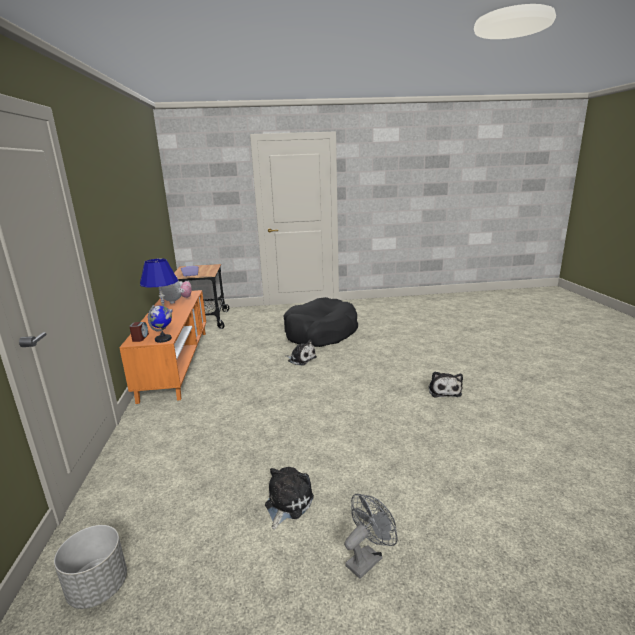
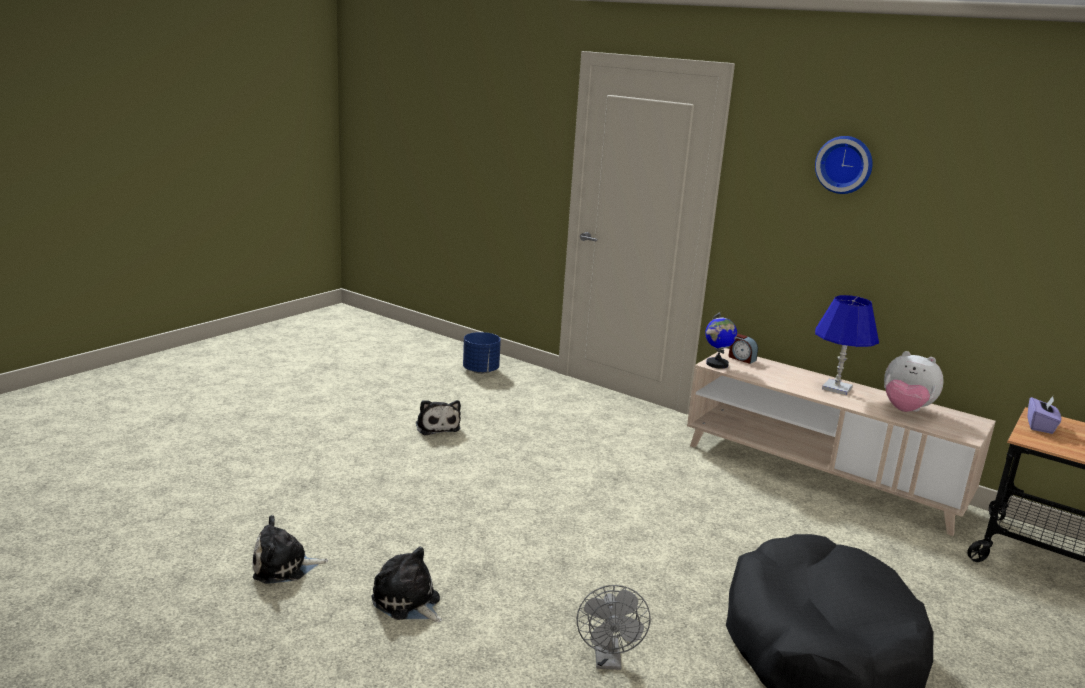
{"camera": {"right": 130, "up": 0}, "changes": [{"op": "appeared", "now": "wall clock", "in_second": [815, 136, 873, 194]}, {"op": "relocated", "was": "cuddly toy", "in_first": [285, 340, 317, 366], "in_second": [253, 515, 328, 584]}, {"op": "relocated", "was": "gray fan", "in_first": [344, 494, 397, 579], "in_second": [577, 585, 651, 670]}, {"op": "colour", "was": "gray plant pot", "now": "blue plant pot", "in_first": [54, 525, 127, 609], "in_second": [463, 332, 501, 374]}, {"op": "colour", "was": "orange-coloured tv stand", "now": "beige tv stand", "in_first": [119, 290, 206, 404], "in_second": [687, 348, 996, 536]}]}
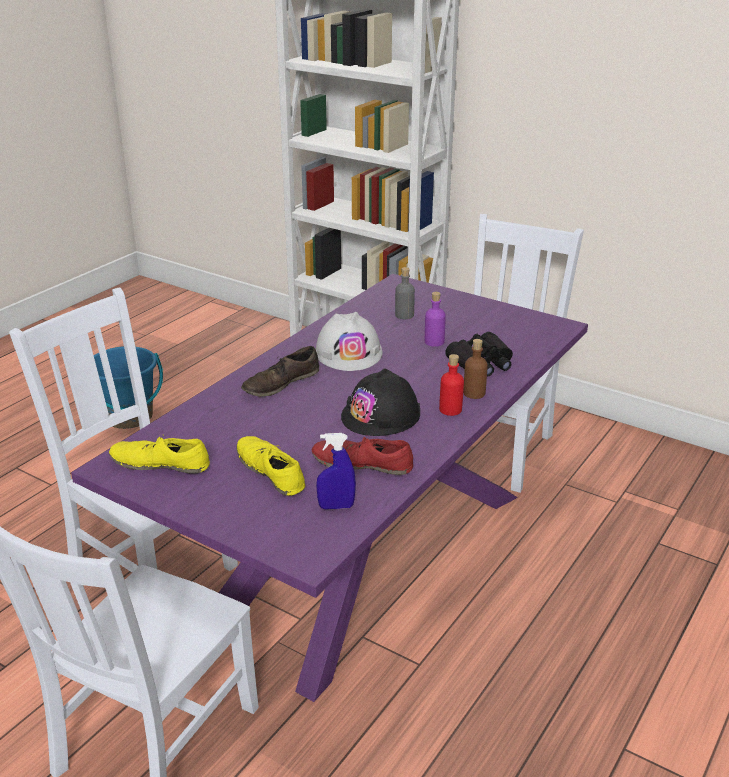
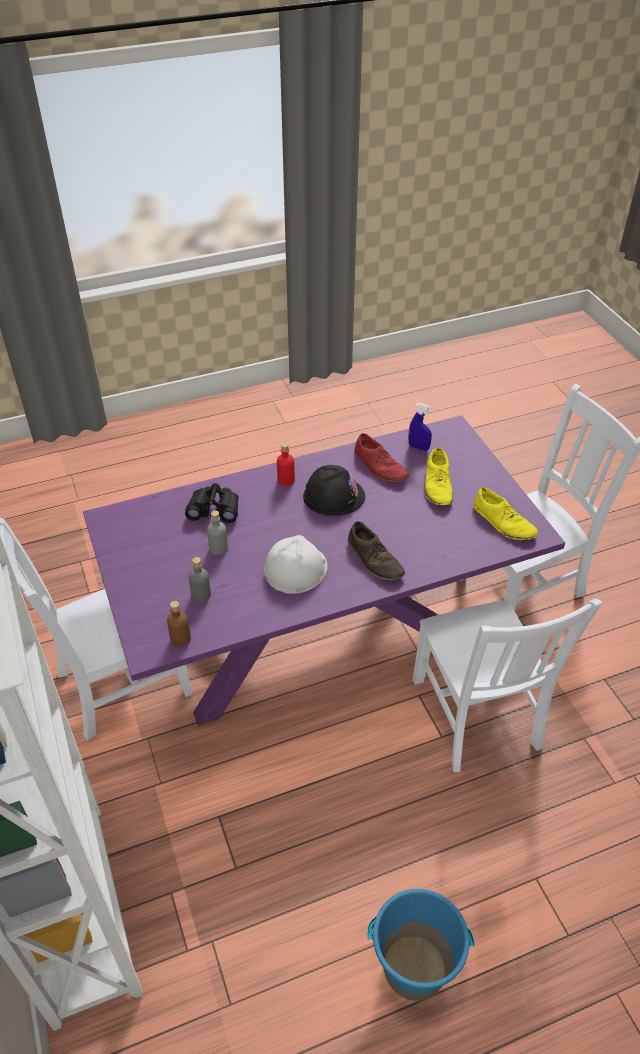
{"camera": {"right": -145, "up": 15}, "changes": [{"op": "relocated", "was": "brownish bottle", "in_first": [463, 339, 488, 399], "in_second": [167, 601, 191, 647]}, {"op": "colour", "was": "purplish bottle", "now": "gray bottle", "in_first": [425, 292, 446, 347], "in_second": [207, 510, 228, 555]}, {"op": "spun", "was": "brownish low shoe", "in_first": [241, 346, 319, 397], "in_second": [348, 521, 405, 581], "clockwise": 60}]}
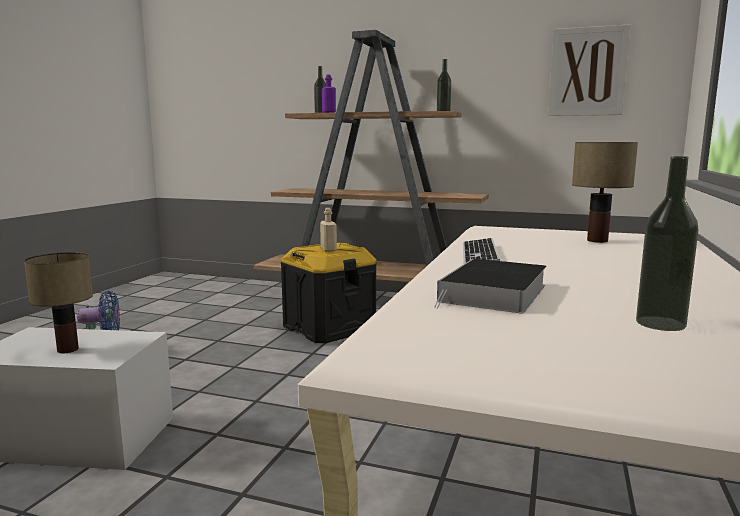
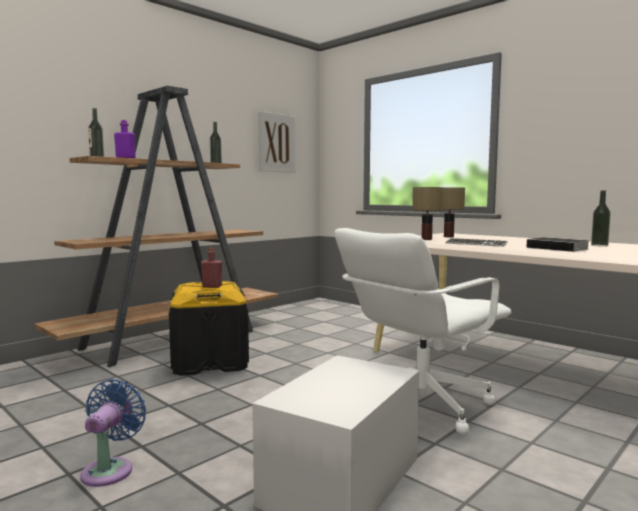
{"camera": {"right": -65, "up": -5}, "changes": [{"op": "appeared", "now": "white office chair", "in_second": [335, 228, 511, 434]}, {"op": "relocated", "was": "tabletop lamp", "in_first": [24, 252, 93, 353], "in_second": [412, 187, 444, 240]}, {"op": "colour", "was": "beige bottle", "now": "red-coloured bottle", "in_first": [320, 208, 337, 251], "in_second": [201, 248, 222, 288]}]}
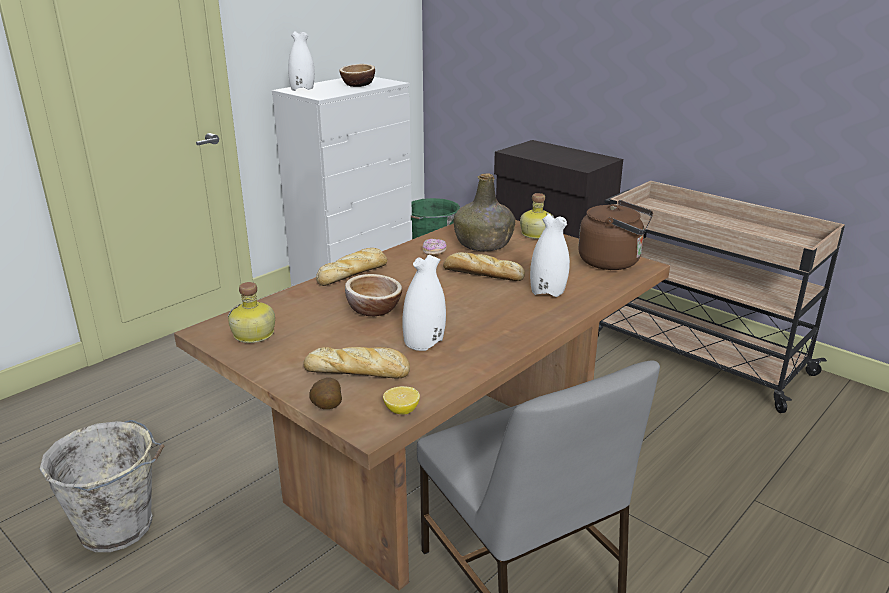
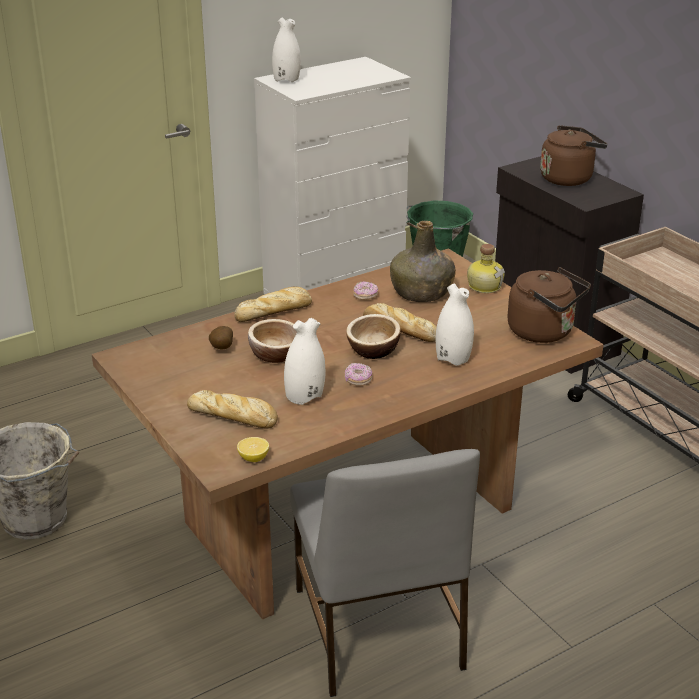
{"camera": {"right": 15, "up": 5}, "changes": [{"op": "missing", "was": "bottle", "in_first": [227, 282, 275, 343]}, {"op": "appeared", "now": "ring doughnut", "in_second": [345, 363, 372, 386]}, {"op": "appeared", "now": "brownish tea kettle", "in_second": [540, 125, 607, 186]}, {"op": "relocated", "was": "spud", "in_first": [310, 378, 342, 409], "in_second": [209, 326, 233, 349]}, {"op": "relocated", "was": "bowl", "in_first": [339, 64, 375, 87], "in_second": [346, 314, 401, 359]}]}
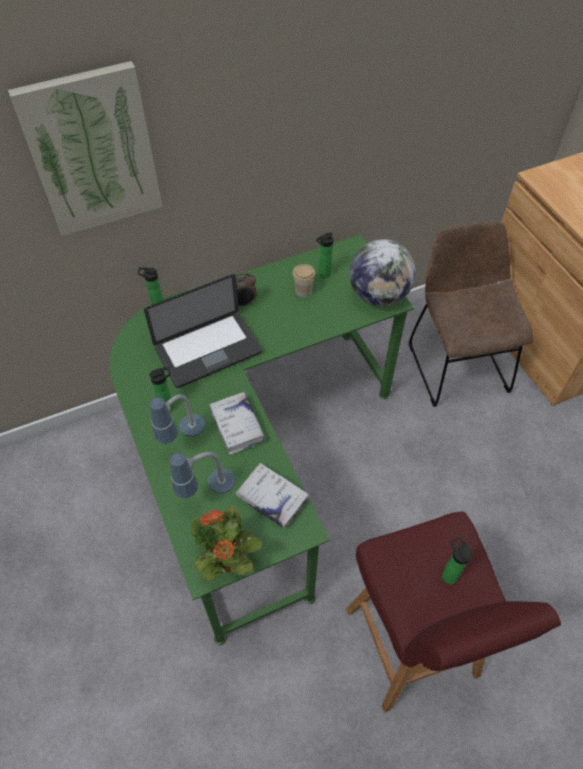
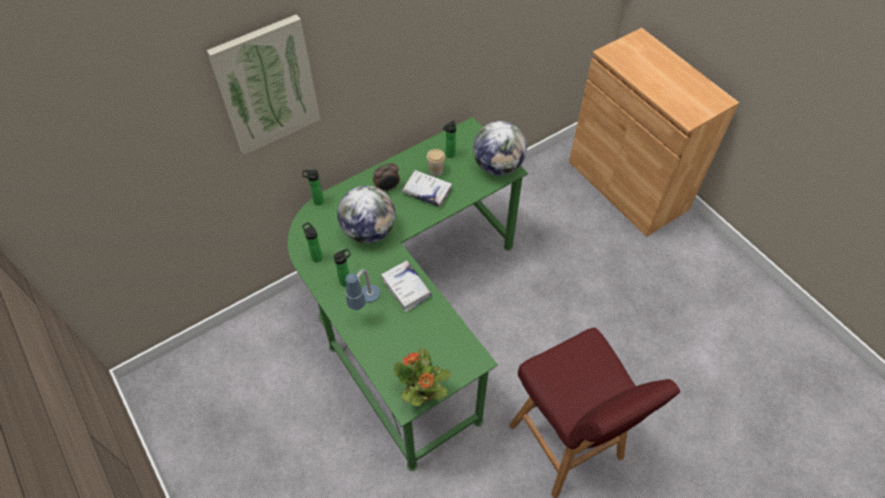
{"camera": {"right": -10, "up": 0}, "changes": [{"op": "missing", "was": "tabletop lamp", "in_first": [170, 452, 235, 498]}, {"op": "missing", "was": "brownish upright chair", "in_first": [409, 221, 534, 407]}, {"op": "relocated", "was": "white volume", "in_first": [235, 463, 309, 528], "in_second": [402, 170, 452, 207]}, {"op": "relocated", "was": "bottle", "in_first": [442, 537, 472, 584], "in_second": [302, 222, 323, 262]}, {"op": "exchanged", "was": "portable computer", "now": "world globe", "in_first": [144, 274, 262, 388], "in_second": [337, 185, 395, 243]}]}
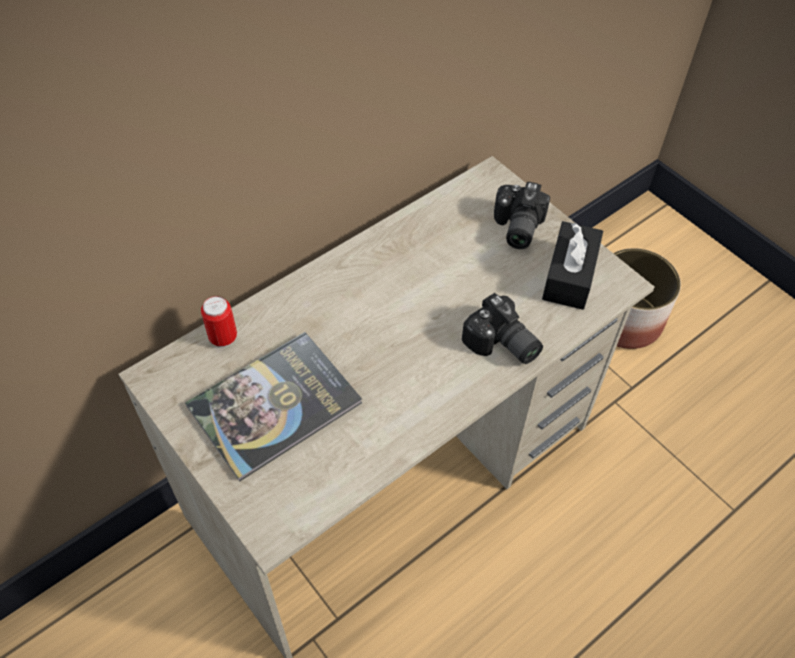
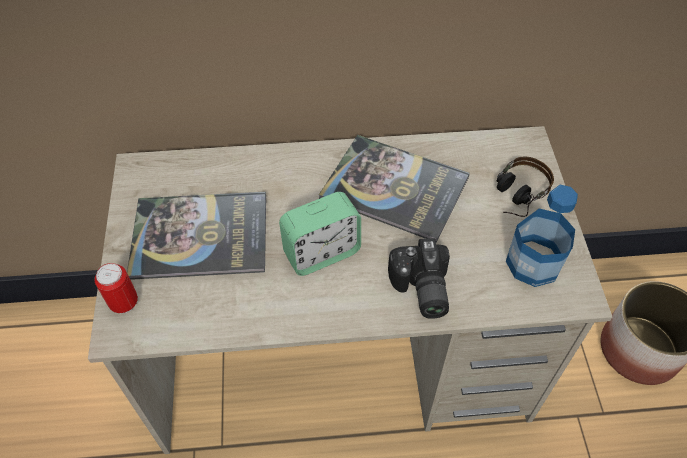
{"camera": {"right": 35, "up": 0}, "changes": [{"op": "appeared", "now": "bedside clock", "in_second": [279, 192, 361, 276]}, {"op": "appeared", "now": "volume", "in_second": [319, 135, 470, 243]}, {"op": "relocated", "was": "sealed can", "in_first": [201, 296, 237, 347], "in_second": [94, 263, 138, 313]}, {"op": "exchanged", "was": "photo camera", "now": "headset", "in_first": [494, 182, 550, 249], "in_second": [497, 156, 554, 217]}, {"op": "exchanged", "was": "blackish tissue box", "now": "bottle", "in_first": [542, 221, 603, 310], "in_second": [506, 184, 578, 287]}]}
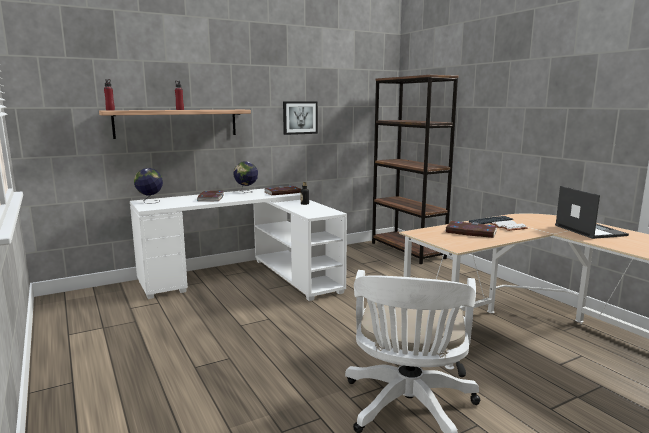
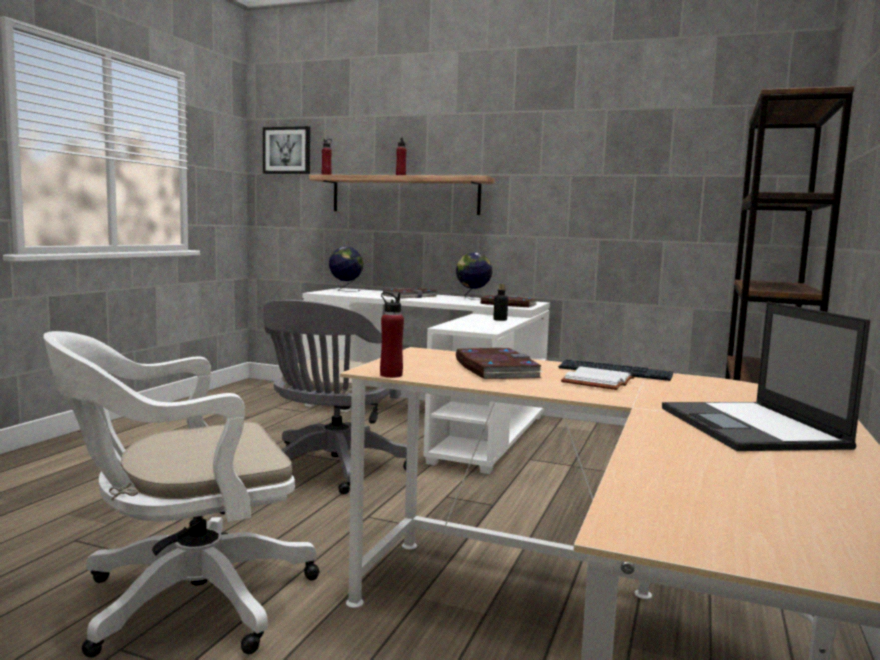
{"camera": {"right": 50, "up": -5}, "changes": [{"op": "appeared", "now": "gray office chair", "in_second": [263, 300, 407, 494]}, {"op": "appeared", "now": "red-coloured bottle", "in_second": [380, 292, 404, 378]}, {"op": "relocated", "was": "wall art", "in_first": [283, 101, 318, 135], "in_second": [263, 126, 310, 174]}, {"op": "spun", "was": "portable computer", "in_first": [555, 186, 629, 239], "in_second": [662, 302, 870, 451], "clockwise": 135}]}
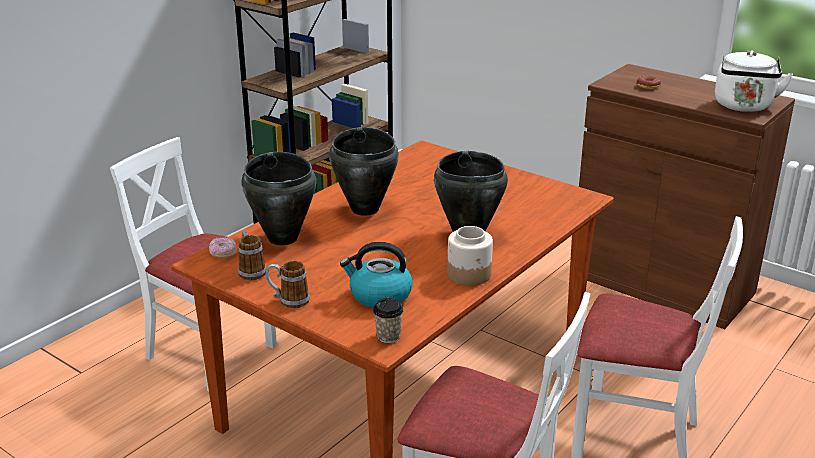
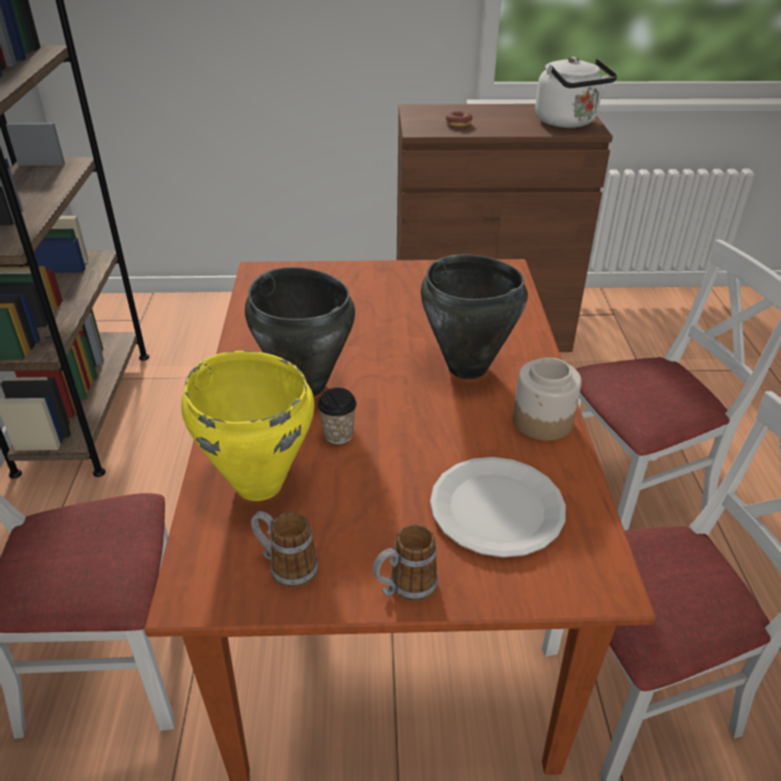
{"camera": {"right": -40, "up": 10}, "changes": [{"op": "missing", "was": "ring doughnut", "in_first": [209, 237, 237, 258]}, {"op": "relocated", "was": "small cup", "in_first": [373, 298, 404, 343], "in_second": [318, 388, 357, 444]}, {"op": "exchanged", "was": "tea kettle", "now": "white plate", "in_first": [340, 242, 413, 308], "in_second": [430, 457, 566, 557]}, {"op": "colour", "was": "blackish stockpot", "now": "yellow stockpot", "in_first": [241, 152, 316, 245], "in_second": [181, 351, 315, 501]}]}
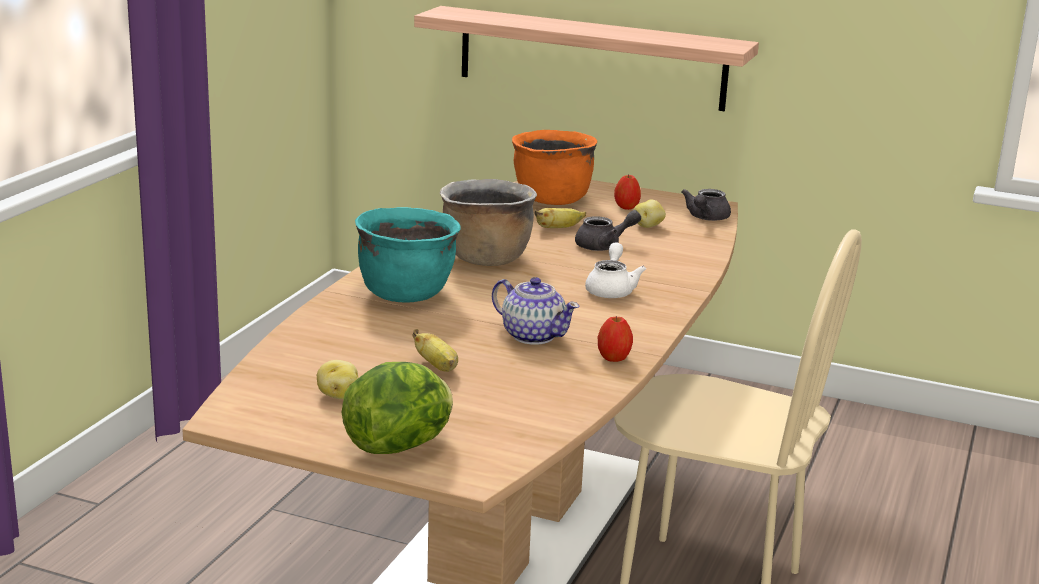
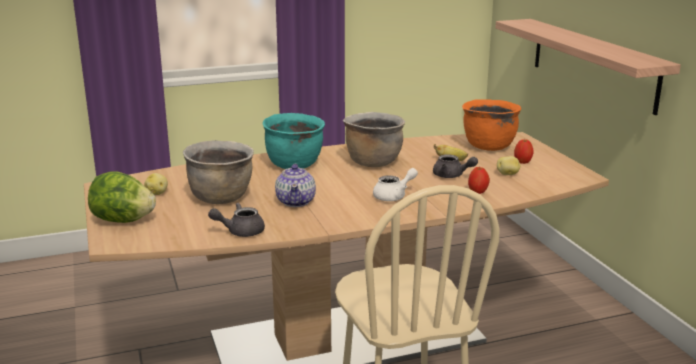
{"camera": {"right": 50, "up": 0}, "changes": [{"op": "relocated", "was": "apple fruit", "in_first": [598, 316, 633, 362], "in_second": [468, 166, 490, 194]}, {"op": "relocated", "was": "gray teapot", "in_first": [681, 189, 731, 221], "in_second": [208, 203, 265, 237]}, {"op": "exchanged", "was": "whole banana", "now": "brownish stockpot", "in_first": [413, 329, 458, 372], "in_second": [183, 140, 254, 204]}]}
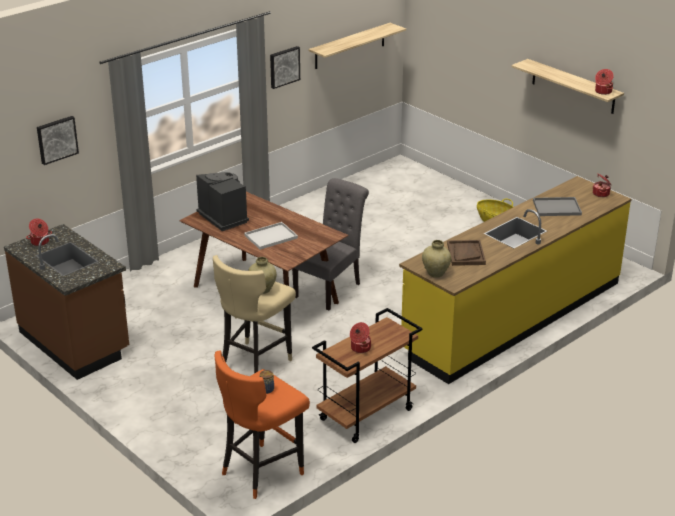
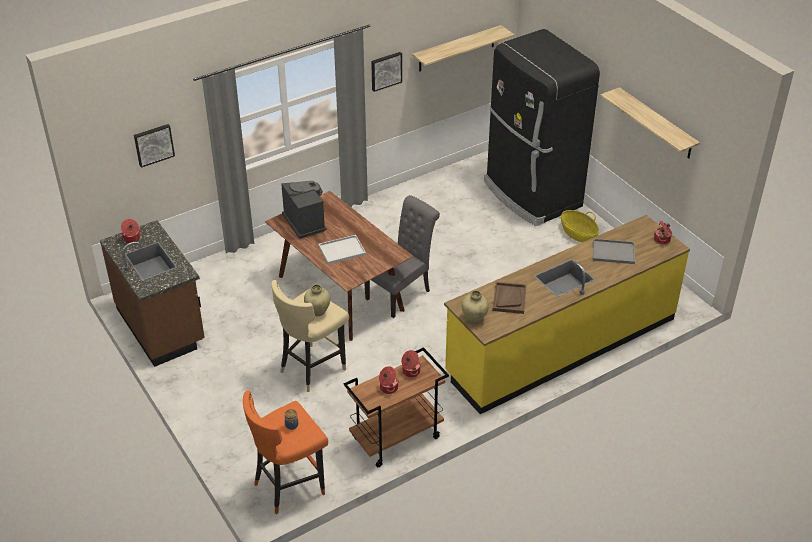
{"camera": {"right": 10, "up": 10}, "changes": [{"op": "appeared", "now": "blackish fridge", "in_second": [484, 29, 600, 226]}, {"op": "relocated", "was": "stockpot", "in_first": [595, 69, 614, 95], "in_second": [401, 350, 421, 377]}]}
